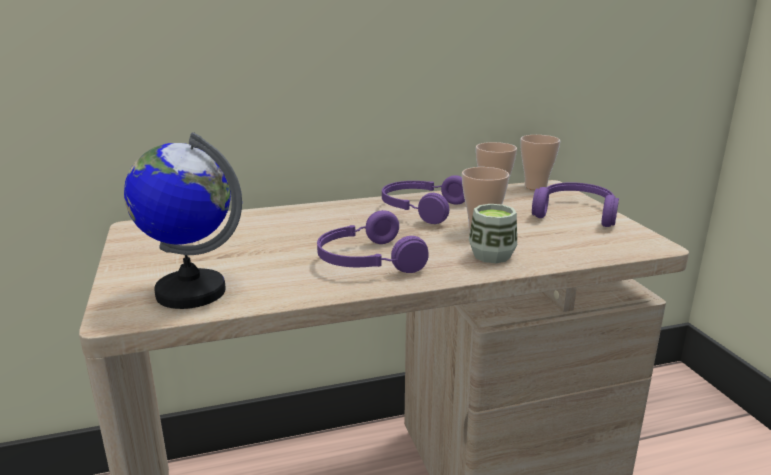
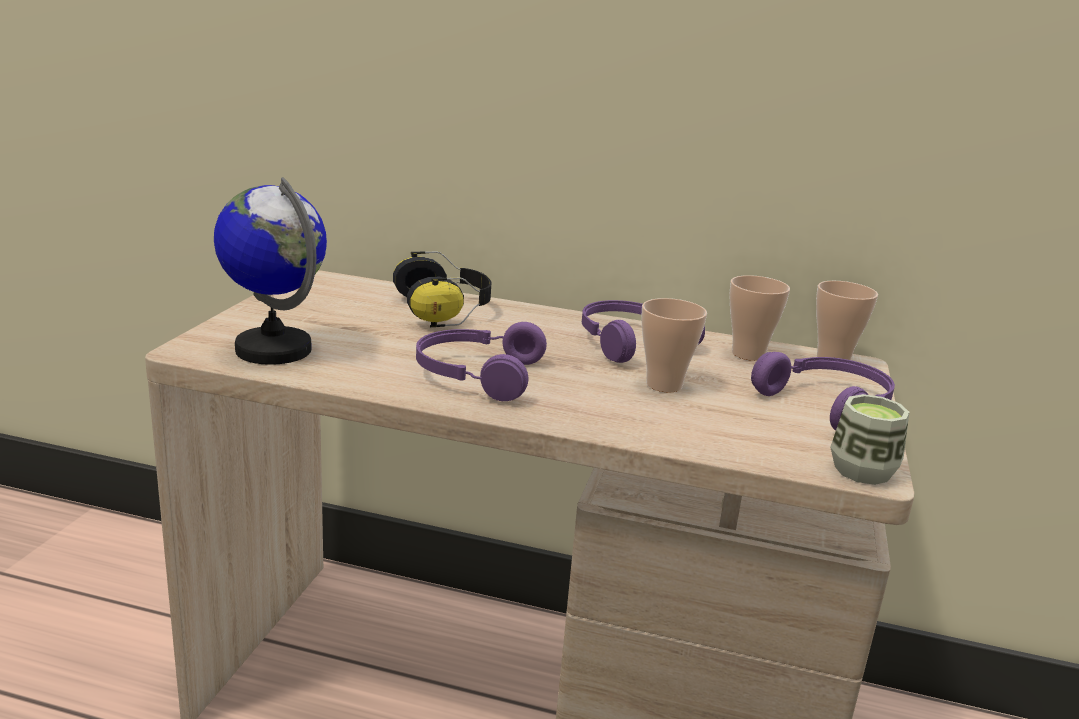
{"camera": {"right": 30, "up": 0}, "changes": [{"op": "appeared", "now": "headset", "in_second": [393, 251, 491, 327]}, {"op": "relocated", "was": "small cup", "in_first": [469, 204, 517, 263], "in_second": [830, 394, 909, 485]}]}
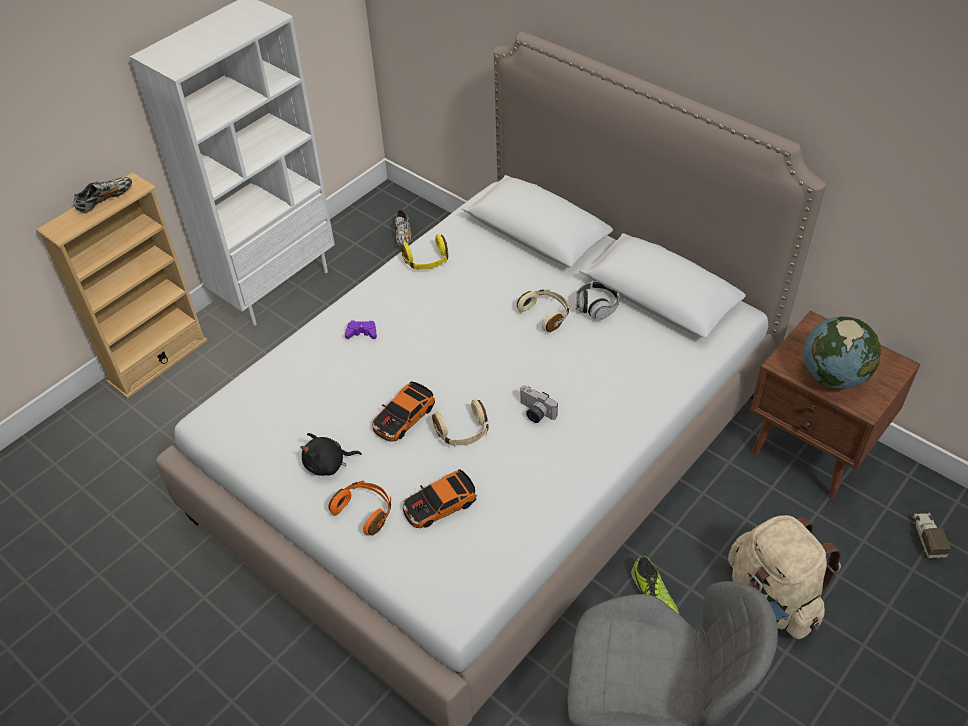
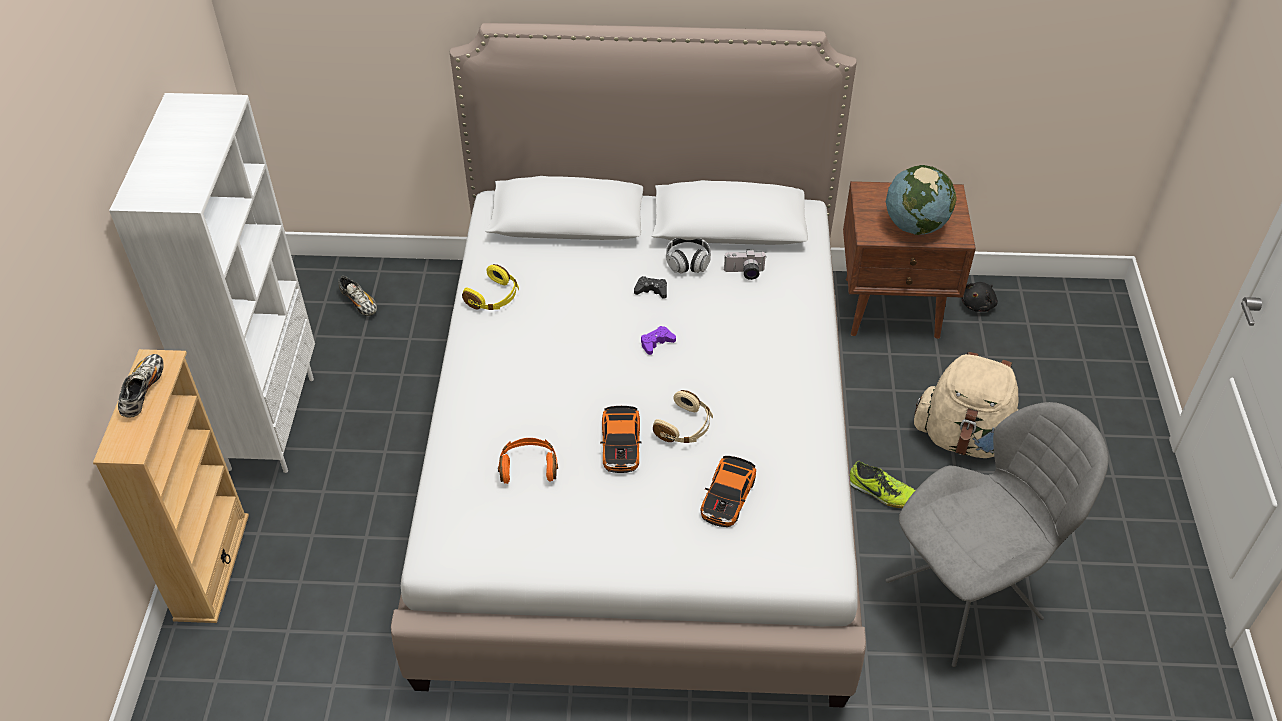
{"camera": {"right": -40, "up": 0}, "changes": [{"op": "missing", "was": "toy truck", "in_first": [913, 513, 951, 559]}, {"op": "relocated", "was": "blackish cuddly toy", "in_first": [300, 433, 362, 476], "in_second": [961, 282, 998, 312]}, {"op": "relocated", "was": "orange-coloured headset", "in_first": [329, 481, 391, 536], "in_second": [498, 438, 558, 484]}, {"op": "relocated", "was": "purplish game controller", "in_first": [345, 321, 377, 339], "in_second": [641, 326, 676, 355]}, {"op": "relocated", "was": "photo camera", "in_first": [520, 385, 558, 423], "in_second": [724, 249, 767, 280]}, {"op": "exchanged", "was": "beige headset", "now": "blackish game controller", "in_first": [517, 289, 570, 332], "in_second": [634, 276, 667, 299]}]}
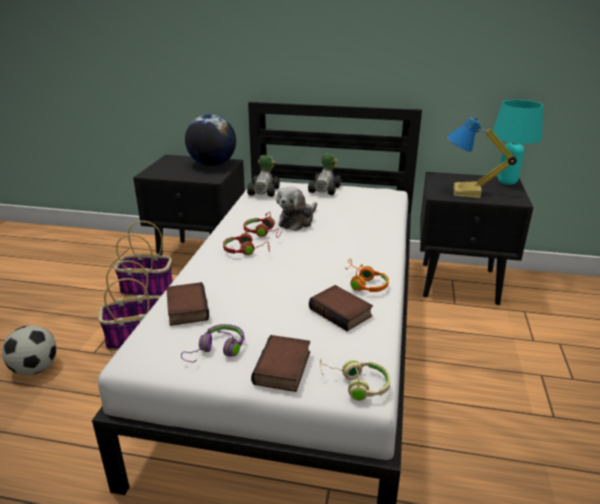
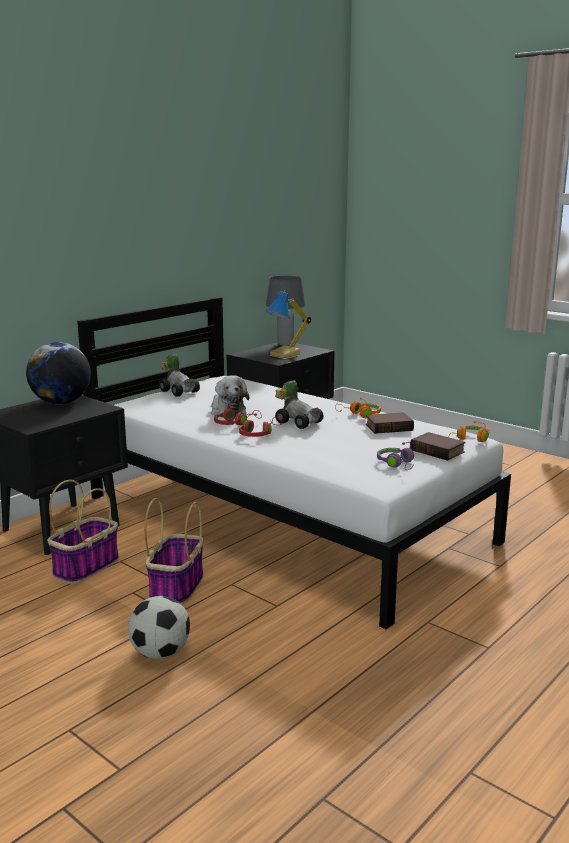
{"camera": {"right": -60, "up": -10}, "changes": [{"op": "missing", "was": "volume", "in_first": [166, 282, 209, 326]}, {"op": "relocated", "was": "toy car", "in_first": [247, 155, 280, 197], "in_second": [275, 380, 324, 429]}, {"op": "colour", "was": "beige headset", "now": "orange-coloured headset", "in_first": [320, 359, 391, 401], "in_second": [448, 421, 489, 442]}, {"op": "colour", "was": "blue-green tabletop lamp", "now": "gray tabletop lamp", "in_first": [491, 100, 543, 185], "in_second": [266, 275, 306, 346]}]}
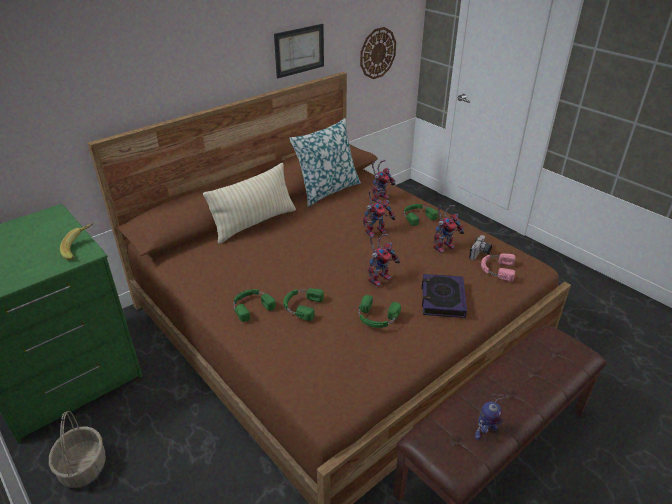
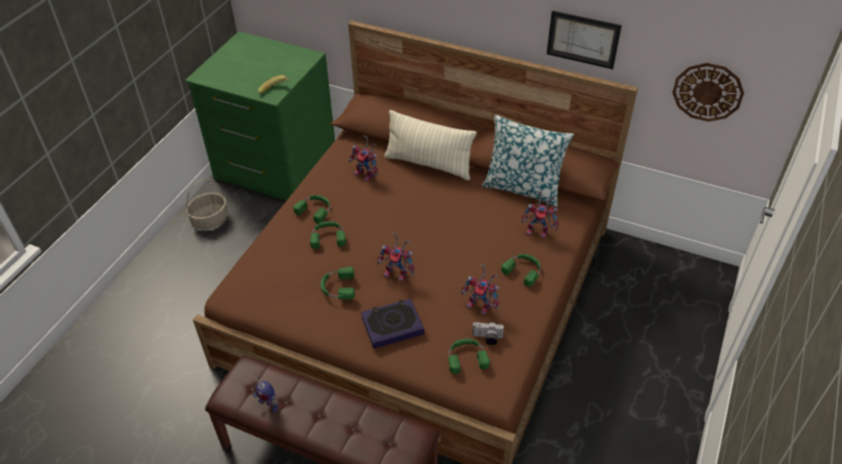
{"camera": {"right": 65, "up": 10}, "changes": [{"op": "relocated", "was": "robot figure", "in_first": [363, 191, 396, 237], "in_second": [349, 135, 378, 181]}, {"op": "colour", "was": "pink-coloured headset", "now": "green headset", "in_first": [481, 254, 516, 281], "in_second": [448, 339, 490, 374]}]}
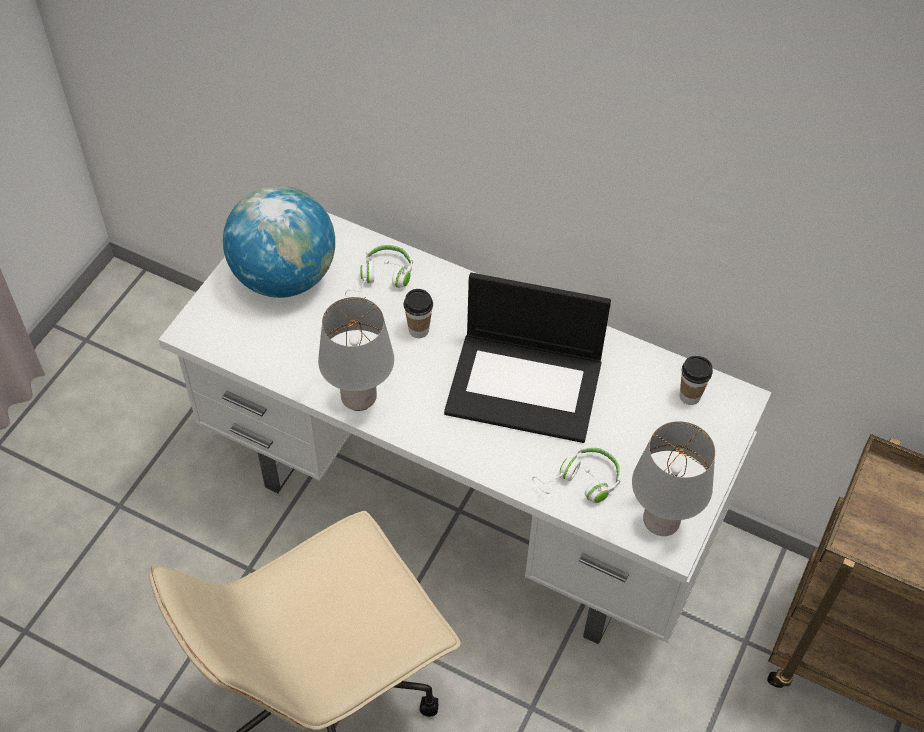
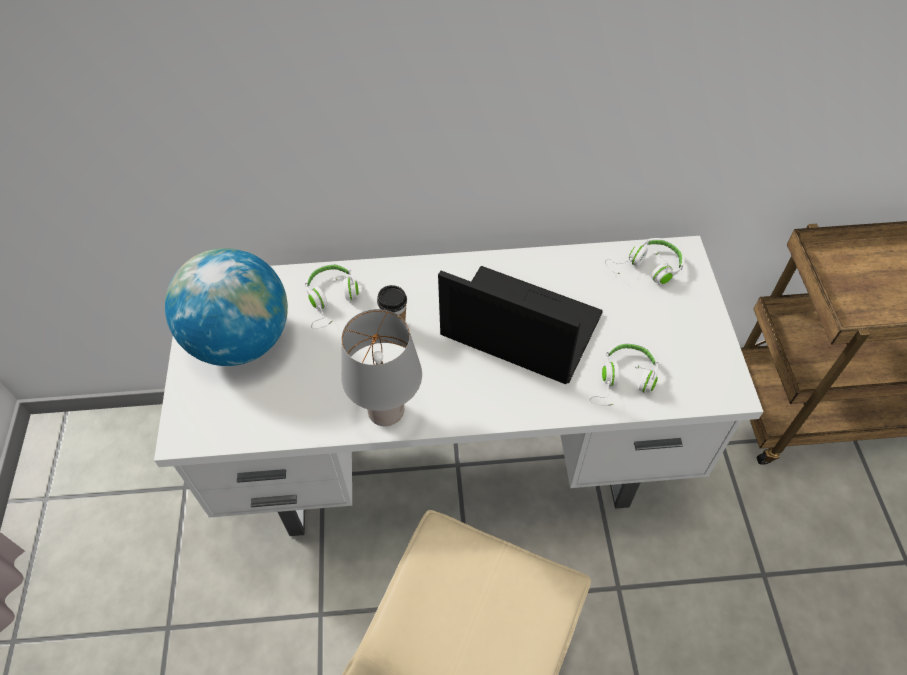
{"camera": {"right": -30, "up": 0}, "changes": [{"op": "missing", "was": "gray tabletop lamp", "in_first": [632, 421, 715, 536]}, {"op": "exchanged", "was": "small cup", "now": "white headset", "in_first": [680, 356, 713, 405], "in_second": [605, 238, 685, 285]}, {"op": "spun", "was": "portable computer", "in_first": [444, 273, 611, 443], "in_second": [438, 266, 603, 384], "clockwise": -135}]}
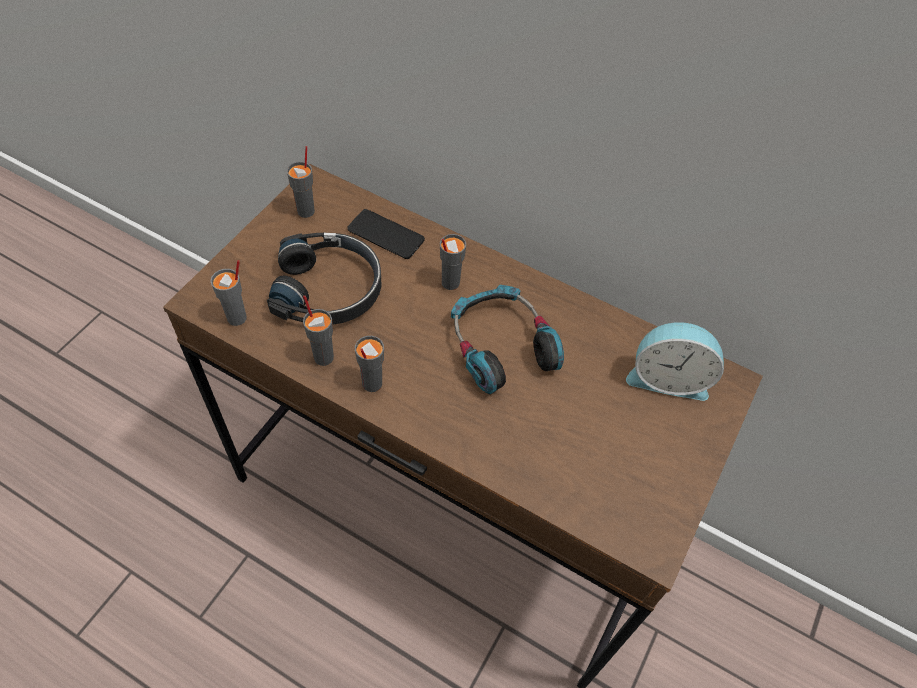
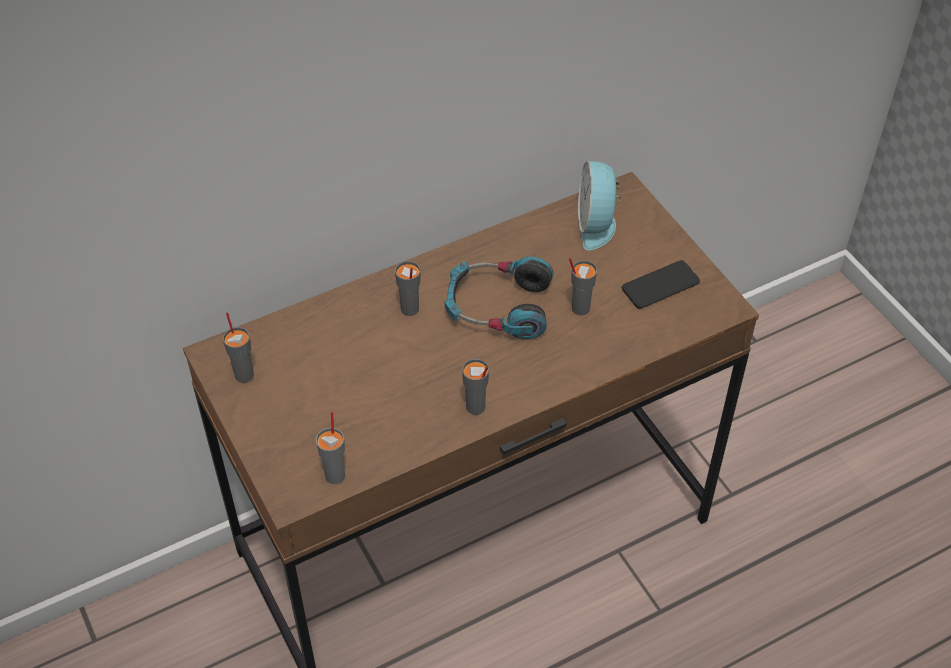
{"camera": {"right": -55, "up": -5}, "changes": [{"op": "missing", "was": "blackish headset", "in_first": [267, 233, 381, 325]}, {"op": "relocated", "was": "gray small cup", "in_first": [303, 295, 334, 366], "in_second": [569, 258, 597, 316]}, {"op": "relocated", "was": "telephone", "in_first": [347, 209, 425, 259], "in_second": [622, 260, 700, 309]}, {"op": "spun", "was": "bedside clock", "in_first": [626, 322, 724, 401], "in_second": [578, 161, 622, 250], "clockwise": 135}]}
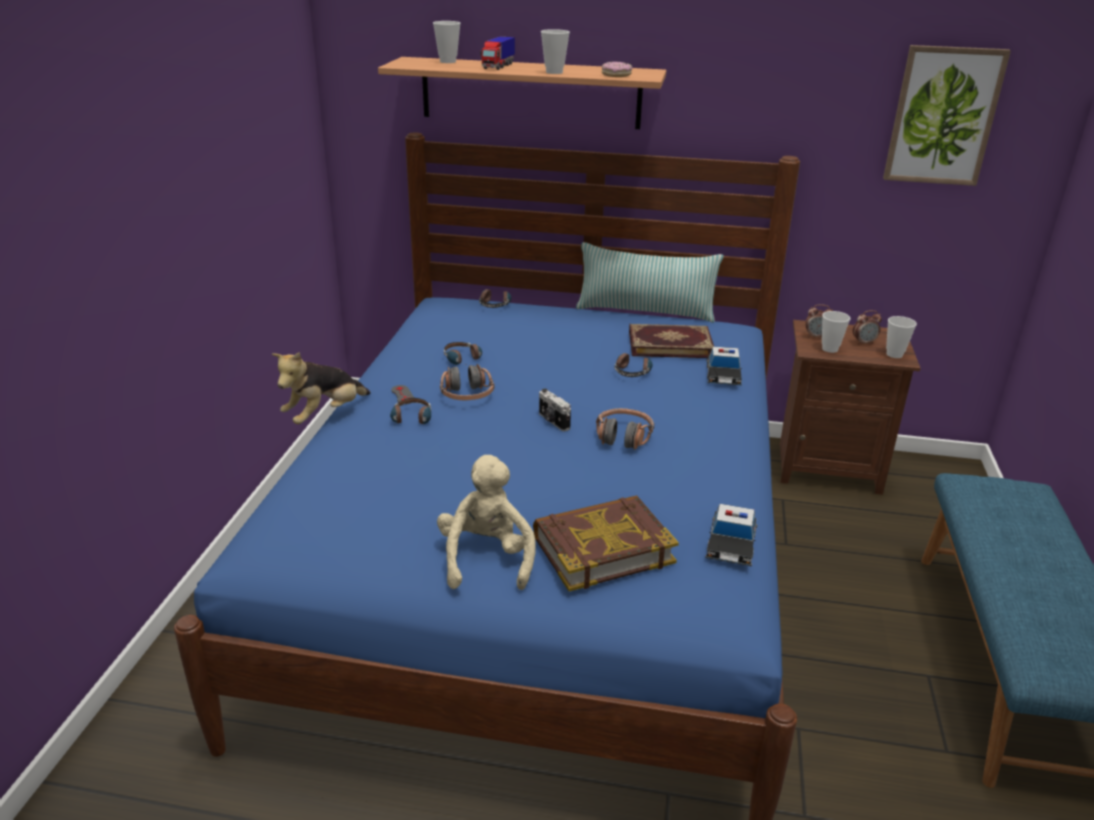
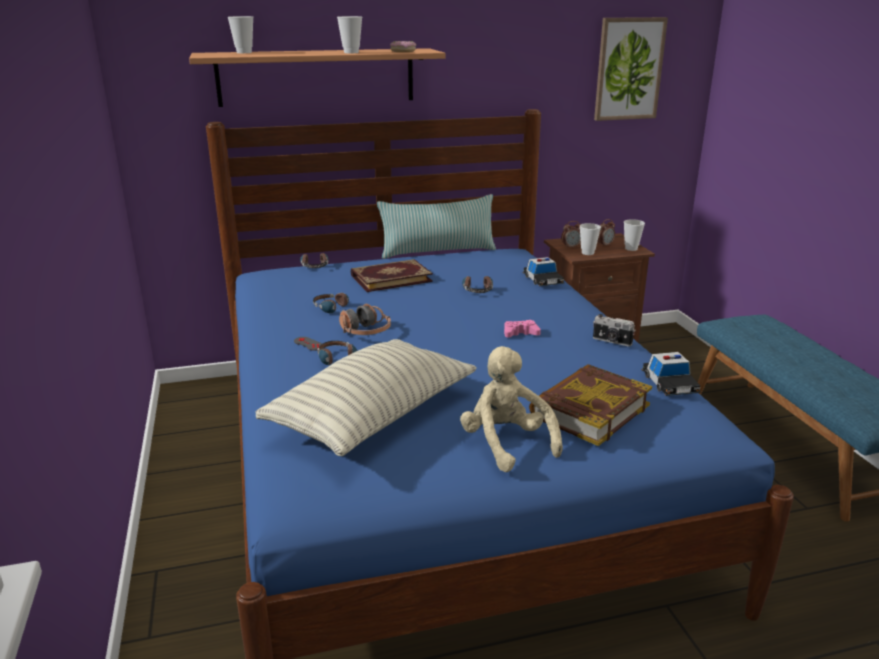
{"camera": {"right": -25, "up": -5}, "changes": [{"op": "missing", "was": "cuddly toy", "in_first": [272, 352, 371, 424]}, {"op": "missing", "was": "toy truck", "in_first": [480, 37, 515, 70]}, {"op": "appeared", "now": "pillow", "in_second": [255, 339, 477, 456]}, {"op": "relocated", "was": "photo camera", "in_first": [539, 388, 571, 431], "in_second": [593, 314, 636, 347]}, {"op": "relocated", "was": "volume", "in_first": [629, 324, 714, 358], "in_second": [351, 259, 433, 292]}, {"op": "exchanged", "was": "headset", "now": "pink-coloured game controller", "in_first": [596, 408, 654, 450], "in_second": [504, 320, 541, 338]}]}
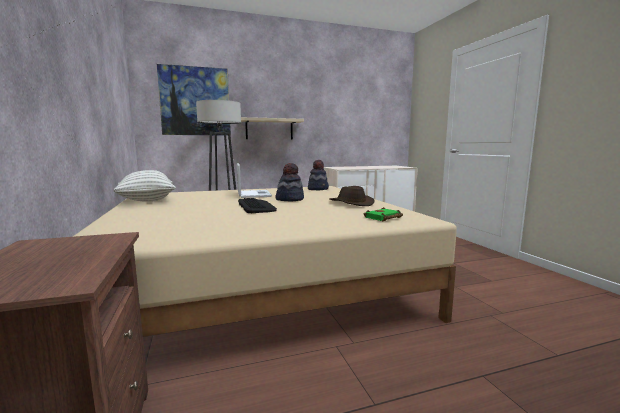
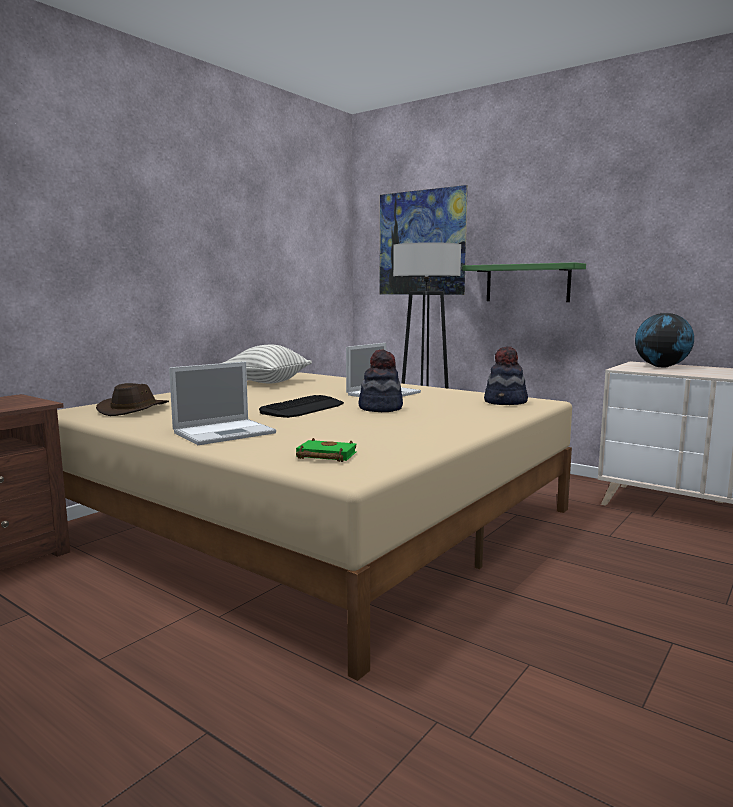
{"camera": {"right": 55, "up": 0}, "changes": [{"op": "appeared", "now": "portable computer", "in_second": [169, 362, 276, 445]}, {"op": "appeared", "now": "world globe", "in_second": [635, 313, 694, 367]}, {"op": "relocated", "was": "brownish hat", "in_first": [329, 186, 375, 206], "in_second": [96, 383, 169, 416]}, {"op": "colour", "was": "beige shelf", "now": "green shelf", "in_first": [241, 117, 304, 140], "in_second": [462, 262, 586, 302]}]}
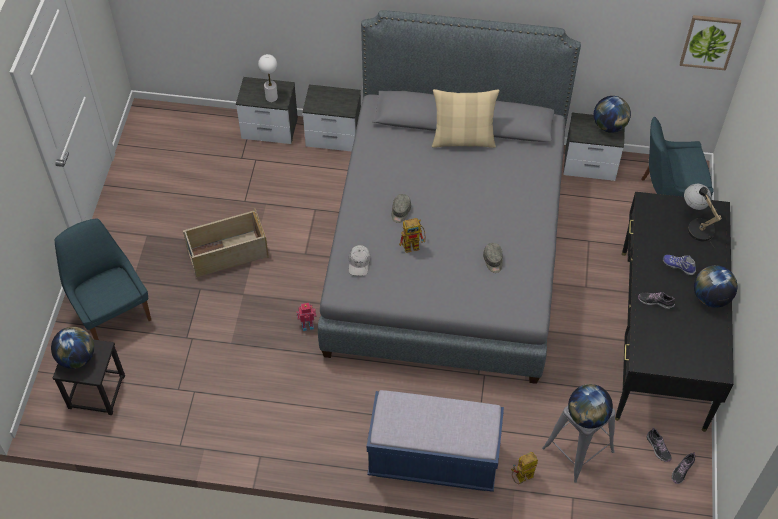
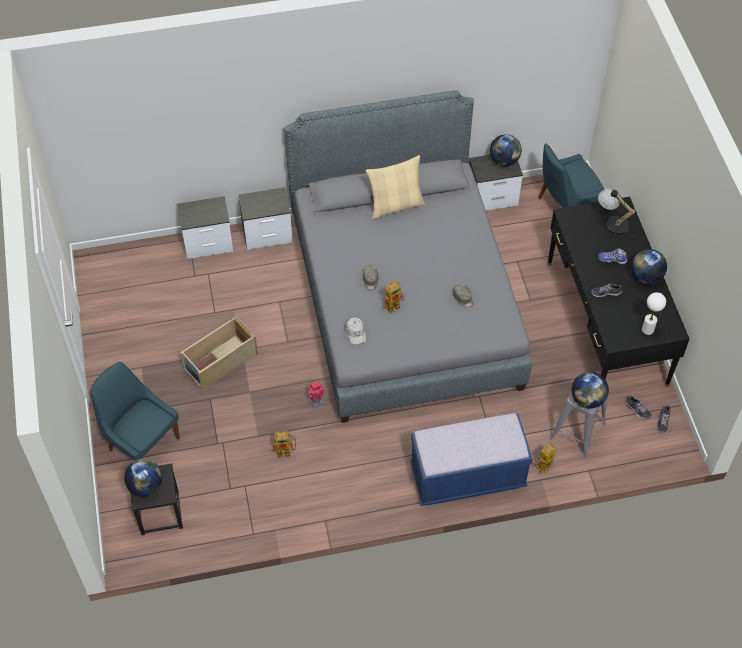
{"camera": {"right": -20, "up": 0}, "changes": [{"op": "missing", "was": "wall art", "in_first": [680, 15, 741, 71]}, {"op": "appeared", "now": "robot figure", "in_second": [272, 431, 296, 458]}, {"op": "relocated", "was": "white tabletop lamp", "in_first": [258, 54, 278, 102], "in_second": [642, 292, 666, 335]}]}
